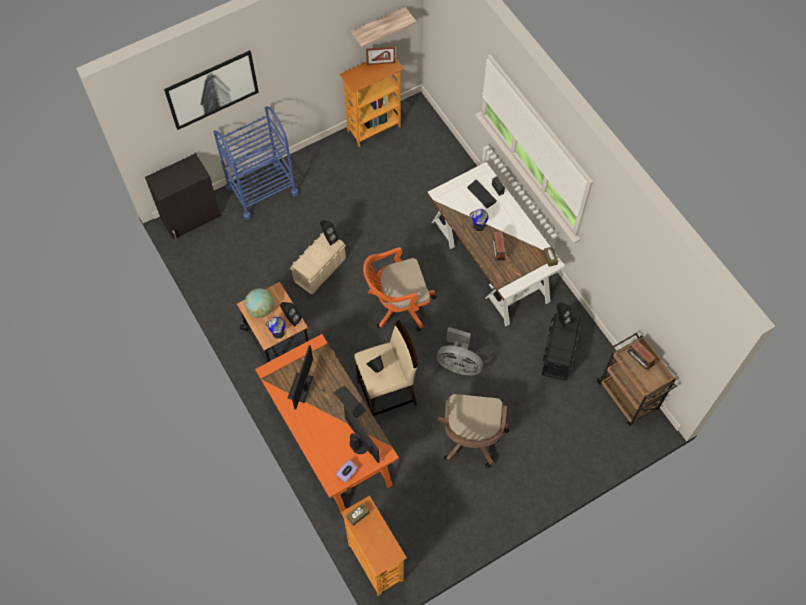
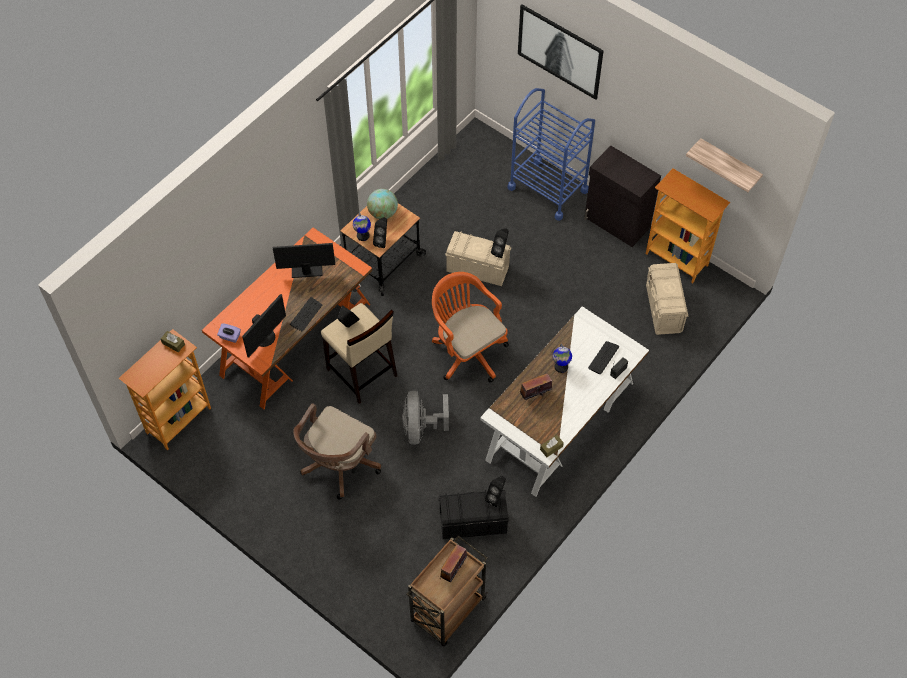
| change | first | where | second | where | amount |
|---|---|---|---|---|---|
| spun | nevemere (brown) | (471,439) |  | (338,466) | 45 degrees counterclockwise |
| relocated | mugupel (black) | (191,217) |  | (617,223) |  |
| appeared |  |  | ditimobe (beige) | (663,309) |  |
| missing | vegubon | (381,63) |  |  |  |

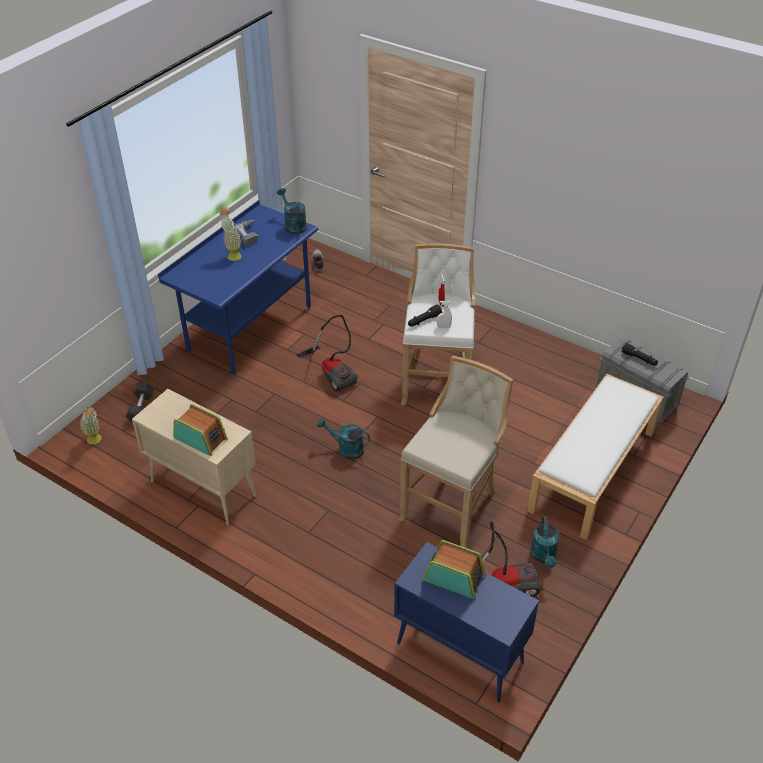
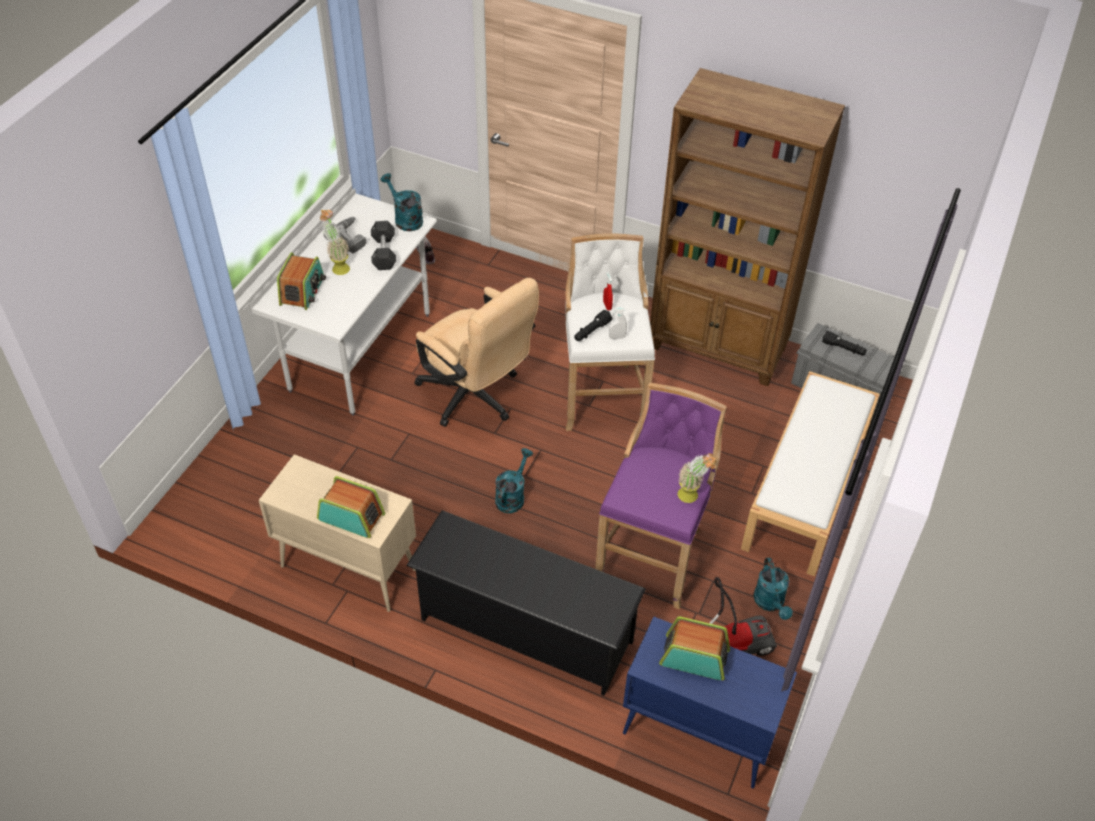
| change | first | where | second | where | amount |
|---|---|---|---|---|---|
| colour | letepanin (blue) | (250,330) | letepanin (white) | (360,352) |  |
| appeared |  |  | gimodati | (302,291) |  |
| relocated | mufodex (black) | (141,408) |  | (384,253) |  |
| appeared |  |  | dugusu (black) | (525,630) |  |
| exchanged | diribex | (333,372) | nevemere (beige) | (476,397) |  |
| spun | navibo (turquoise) | (346,449) |  | (512,496) | 105 degrees clockwise |
| colour | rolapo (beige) | (452,506) | rolapo (purple) | (653,553) |  |
| appeared |  |  | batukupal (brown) | (718,348) |  |
| relocated | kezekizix | (96,441) |  | (692,497) |  |

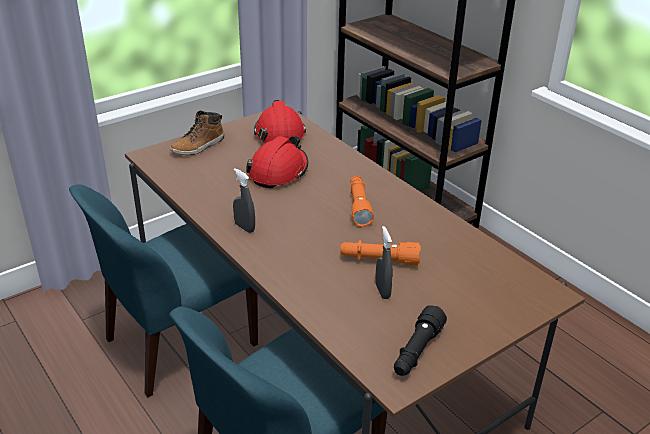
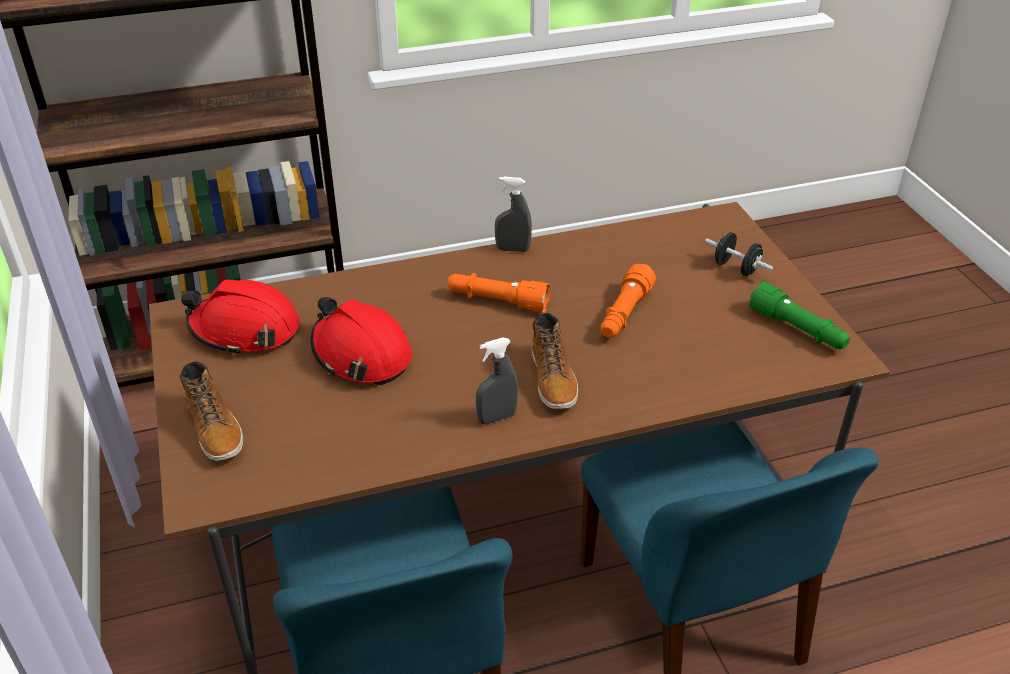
| change | first | where | second | where | amount |
|---|---|---|---|---|---|
| relocated | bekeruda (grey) | (382,291) |  | (513,249) |  |
| appeared |  |  | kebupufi | (553,379) |  |
| appeared |  |  | mufodex (black) | (736,268) |  |
| colour | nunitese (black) | (417,351) | nunitese (green) | (797,330) |  |

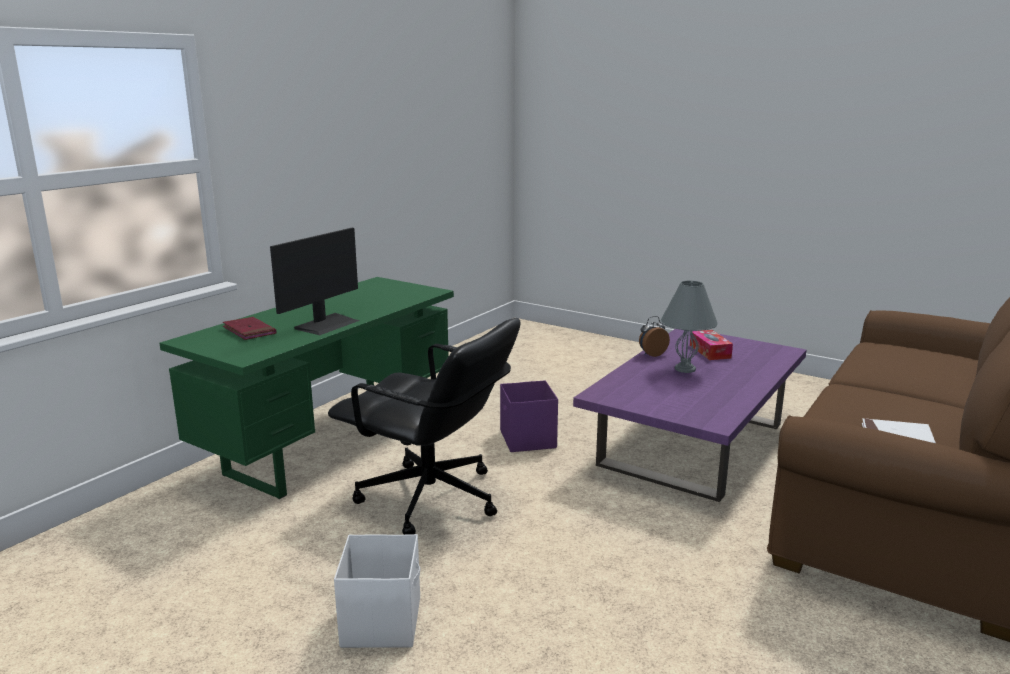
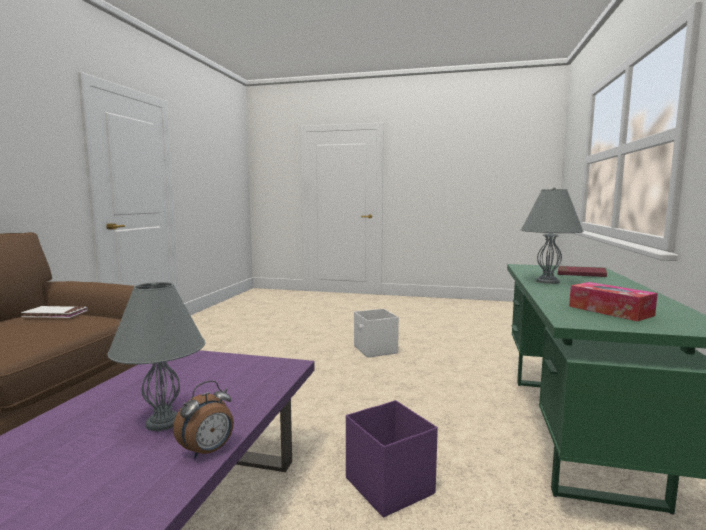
| change | first | where | second | where | amount |
|---|---|---|---|---|---|
| exchanged | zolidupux | (327,324) | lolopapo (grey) | (548,281) |  |
| relocated | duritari | (710,351) |  | (610,311) |  |
| missing | nevemere (black) | (430,499) |  |  |  |

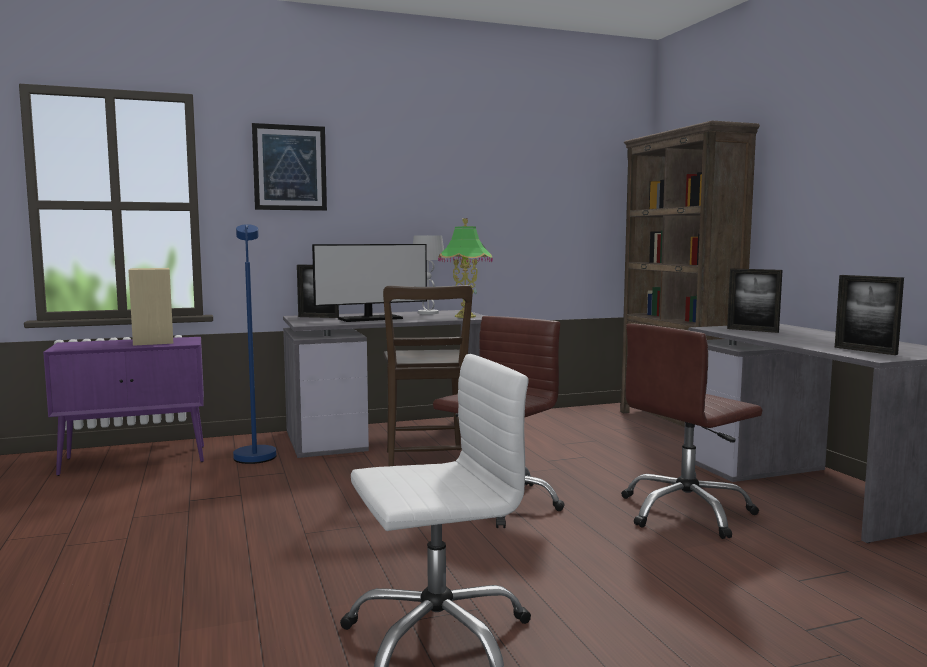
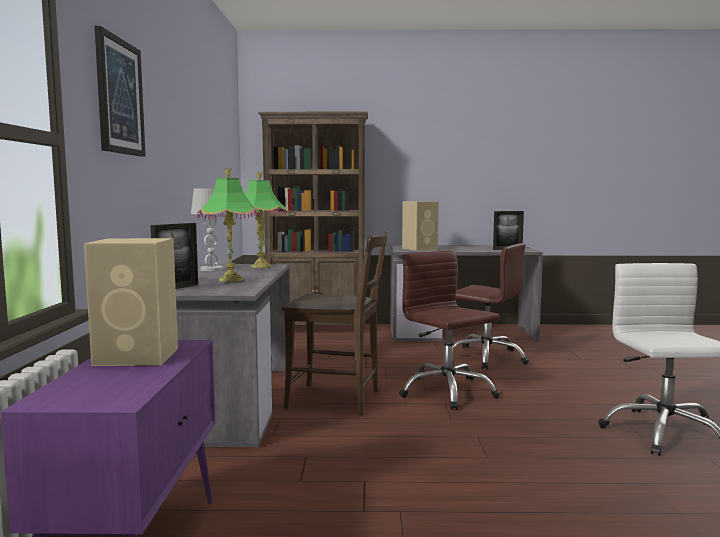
| change | first | where | second | where | amount |
|---|---|---|---|---|---|
| exchanged | zolidupux | (370,319) | lolopapo | (230,280) |  |
| exchanged | vegubon | (752,330) | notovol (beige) | (420,248) |  |
| spun | nevemere (brown) | (686,512) |  | (486,357) | 45 degrees counterclockwise |
| missing | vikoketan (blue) | (255,454) |  |  |  |

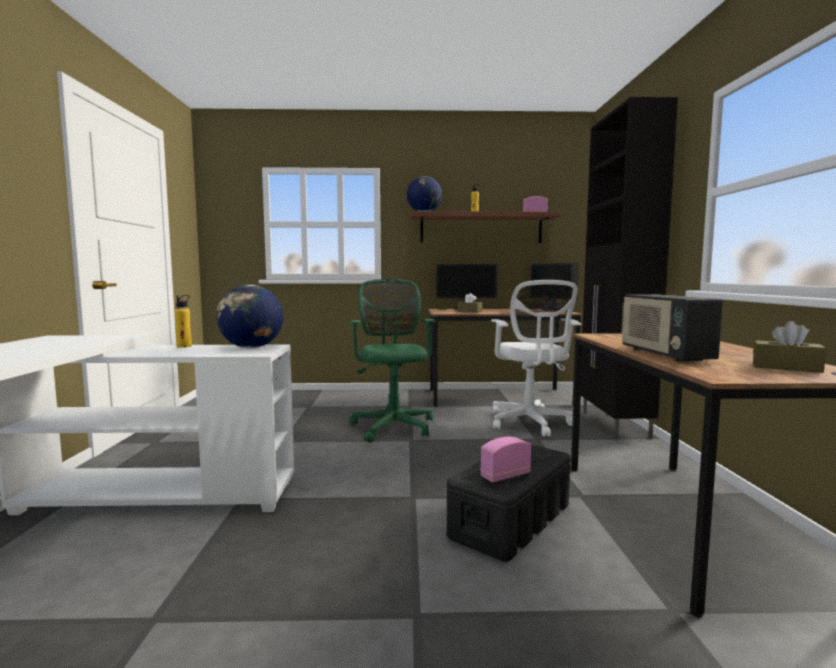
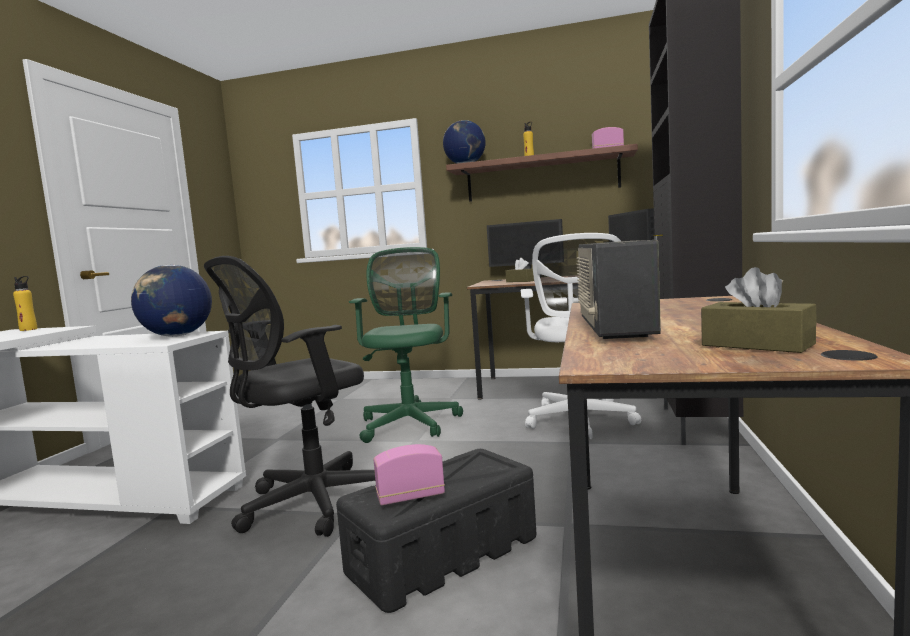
| change | first | where | second | where | amount |
|---|---|---|---|---|---|
| relocated | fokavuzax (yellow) | (184,346) |  | (28,329) |  |
| appeared |  |  | nevemere (black) | (310,504) |  |

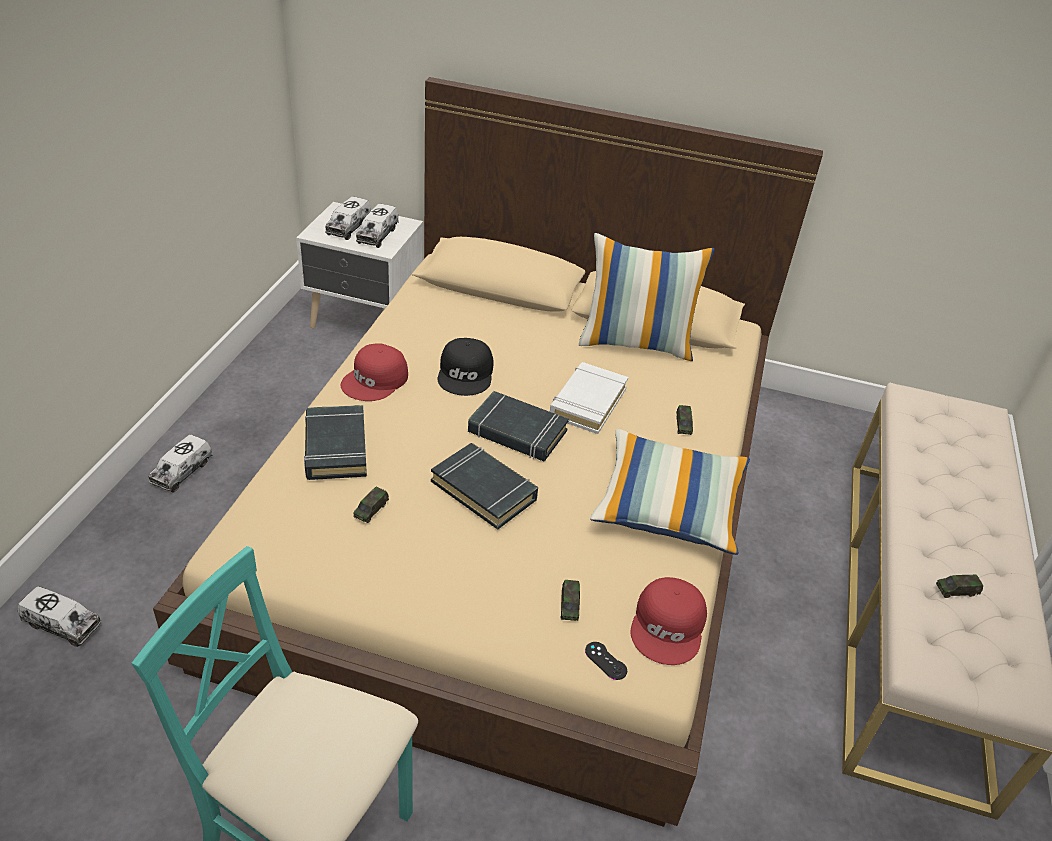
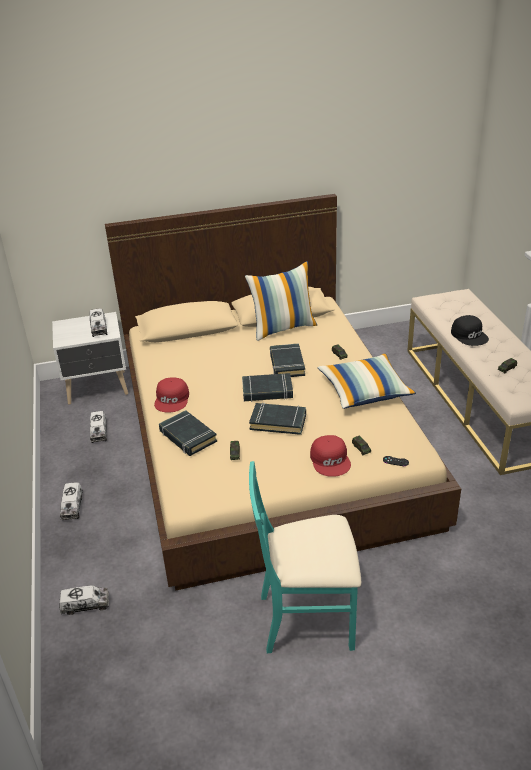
| change | first | where | second | where | amount |
|---|---|---|---|---|---|
| relocated | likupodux | (349,227) |  | (99,432) |  |
| colour | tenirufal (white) | (587,402) | tenirufal (black) | (287,364) |  |
| relocated | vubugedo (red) | (669,627) |  | (331,460) |  |
| relocated | vubugedo (black) | (466,374) |  | (469,335) |  |

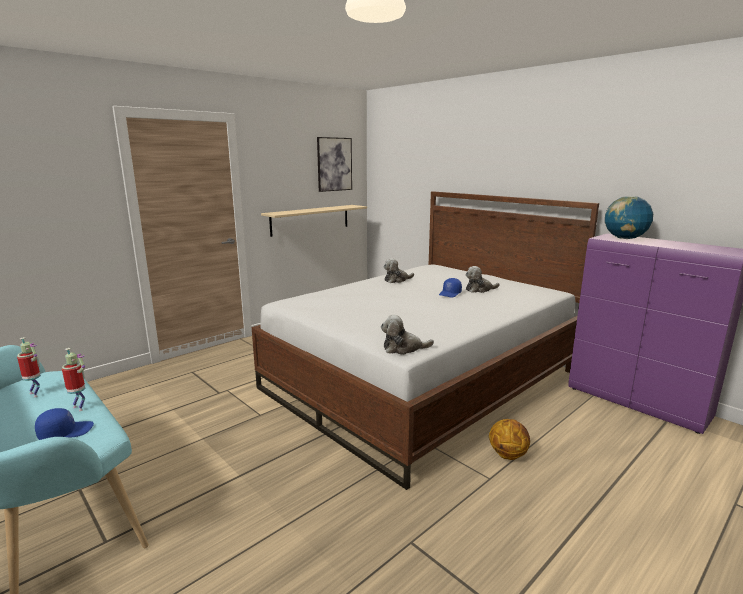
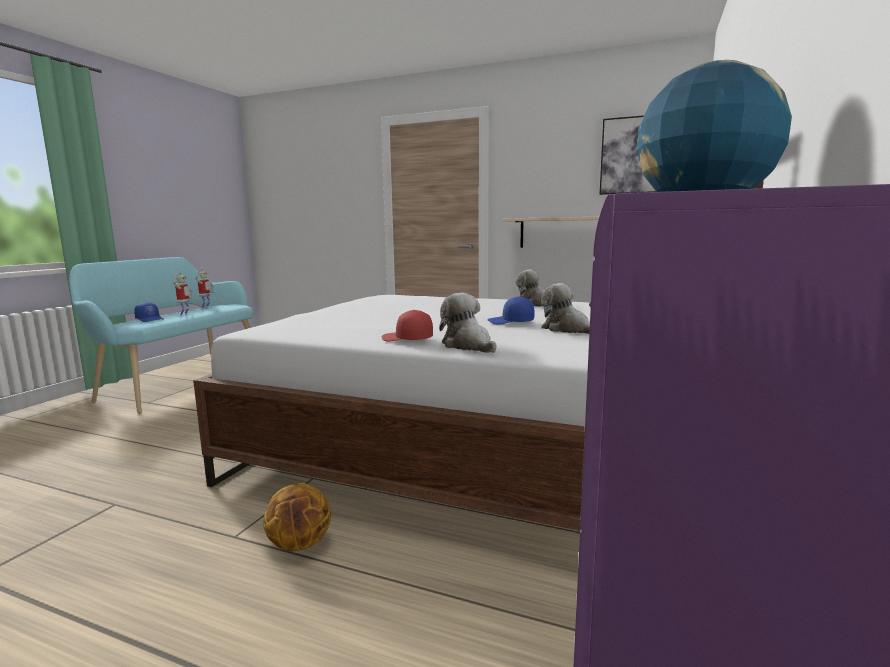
| change | first | where | second | where | amount |
|---|---|---|---|---|---|
| appeared |  |  | vubugedo (red) | (407,339) |  |
| relocated | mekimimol | (403,348) |  | (468,346) |  |

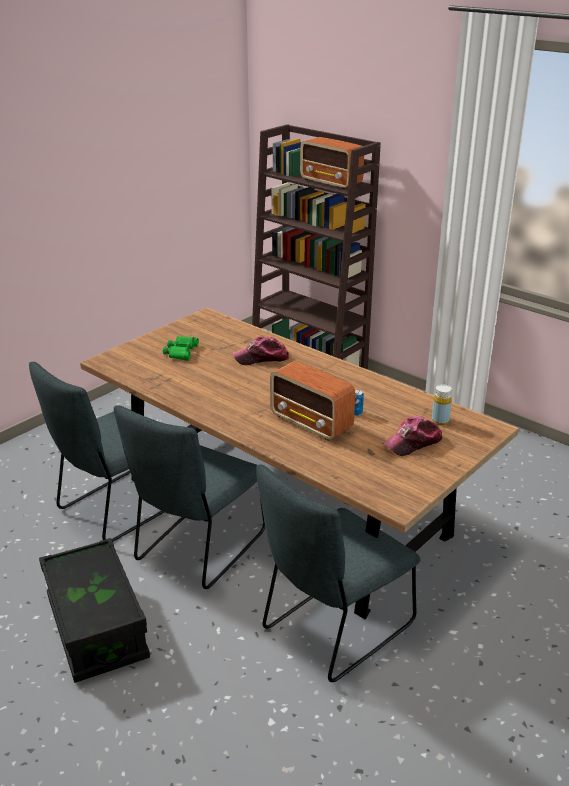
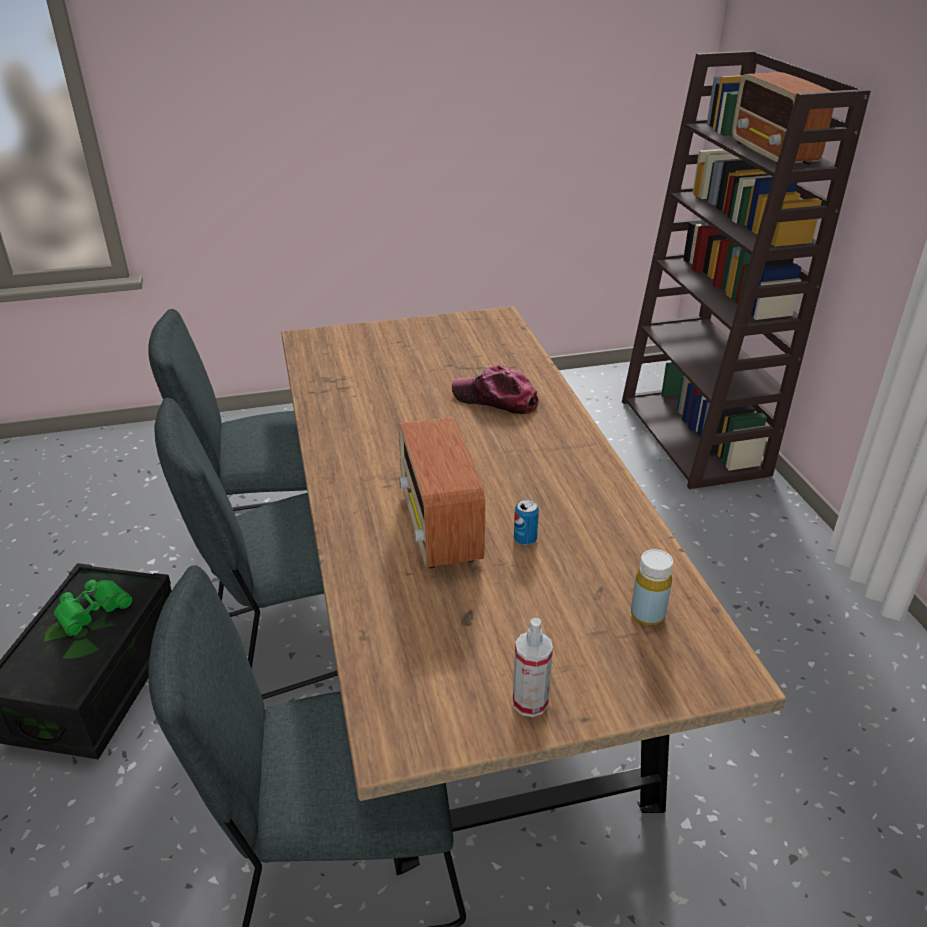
| change | first | where | second | where | amount |
|---|---|---|---|---|---|
| relocated | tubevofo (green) | (181,352) |  | (92,610) |  |
| appeared |  |  | bekeruda | (530,702) |  |
| missing | vubugedo | (413,442) |  |  |  |

